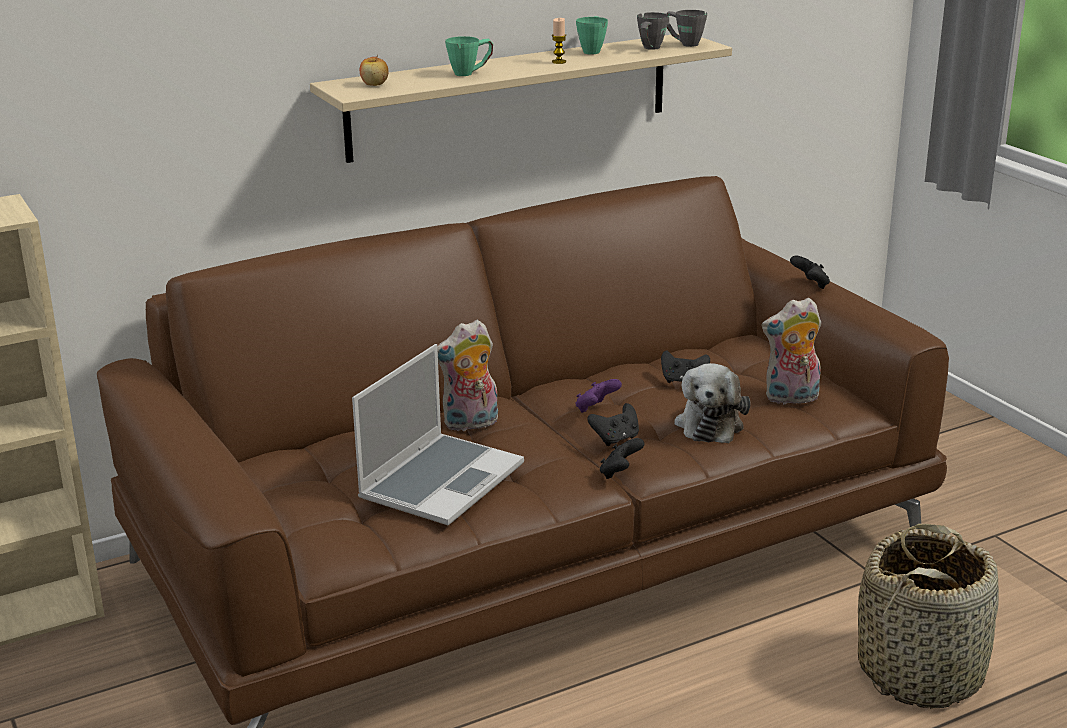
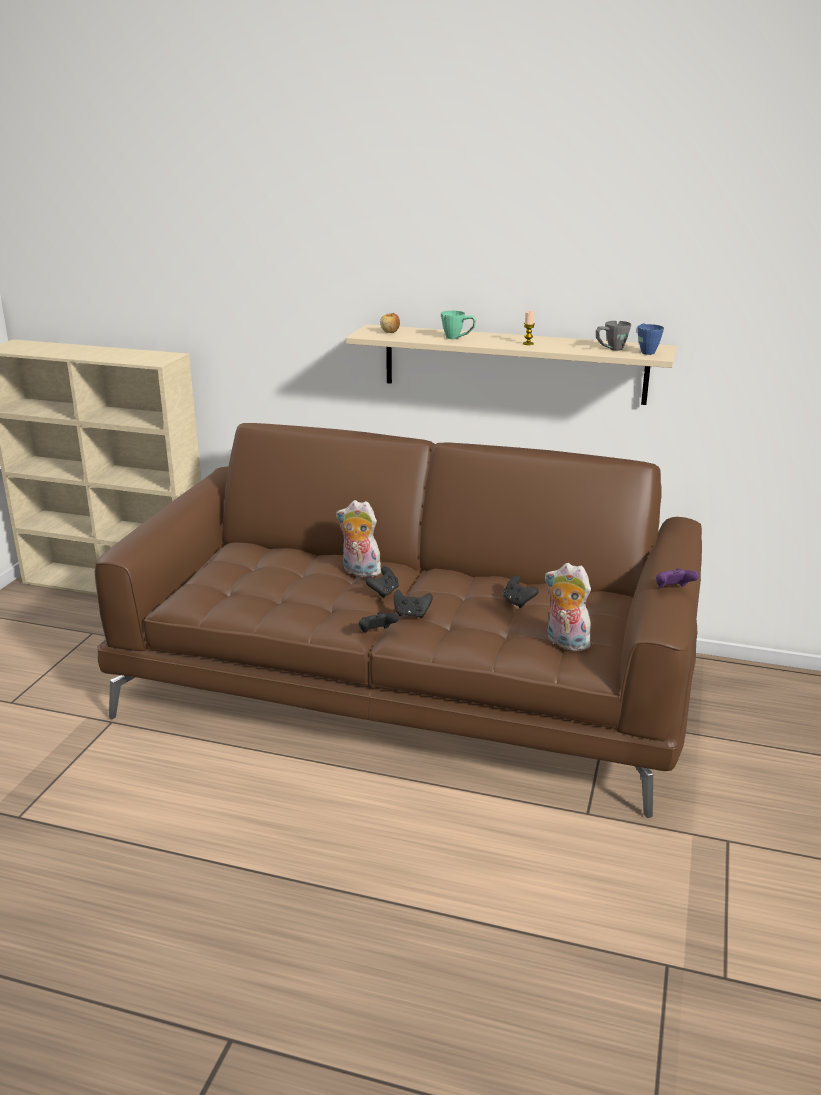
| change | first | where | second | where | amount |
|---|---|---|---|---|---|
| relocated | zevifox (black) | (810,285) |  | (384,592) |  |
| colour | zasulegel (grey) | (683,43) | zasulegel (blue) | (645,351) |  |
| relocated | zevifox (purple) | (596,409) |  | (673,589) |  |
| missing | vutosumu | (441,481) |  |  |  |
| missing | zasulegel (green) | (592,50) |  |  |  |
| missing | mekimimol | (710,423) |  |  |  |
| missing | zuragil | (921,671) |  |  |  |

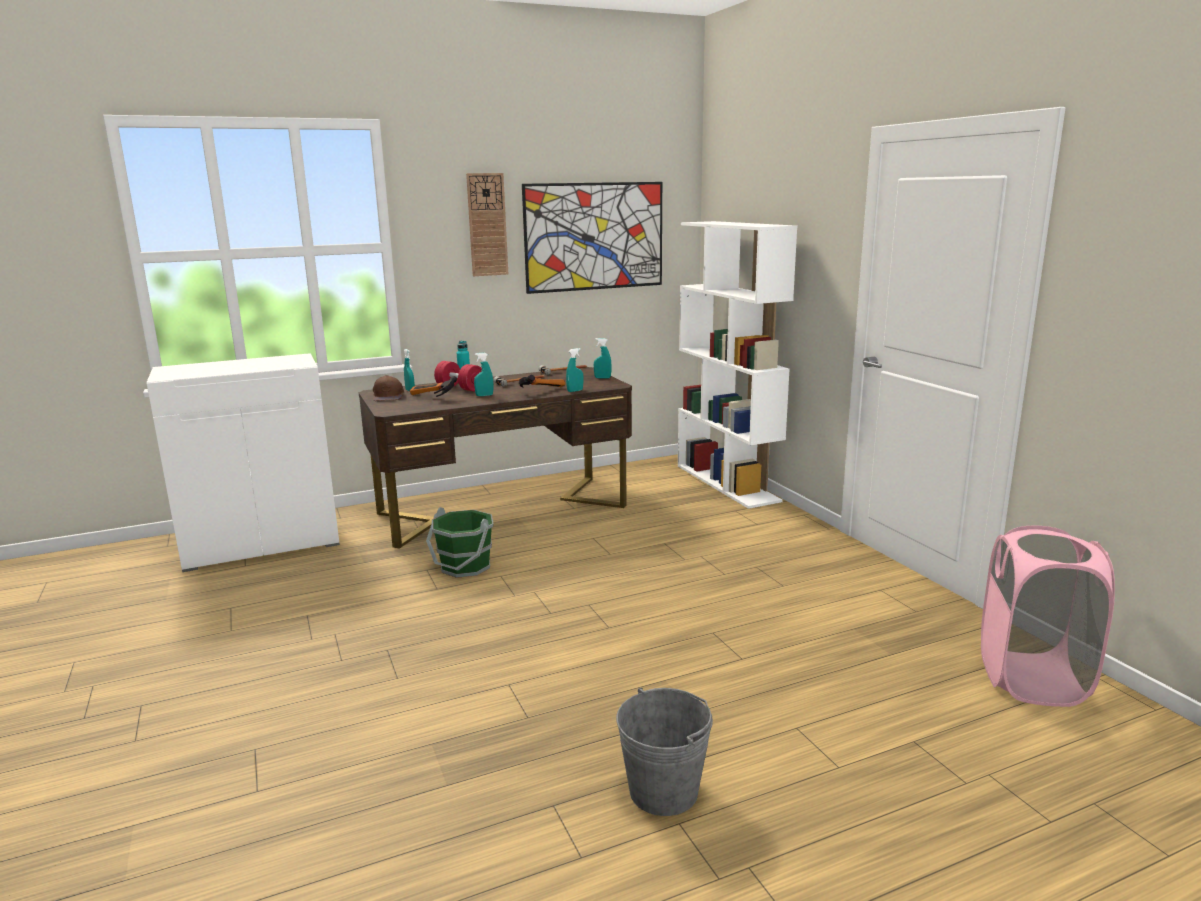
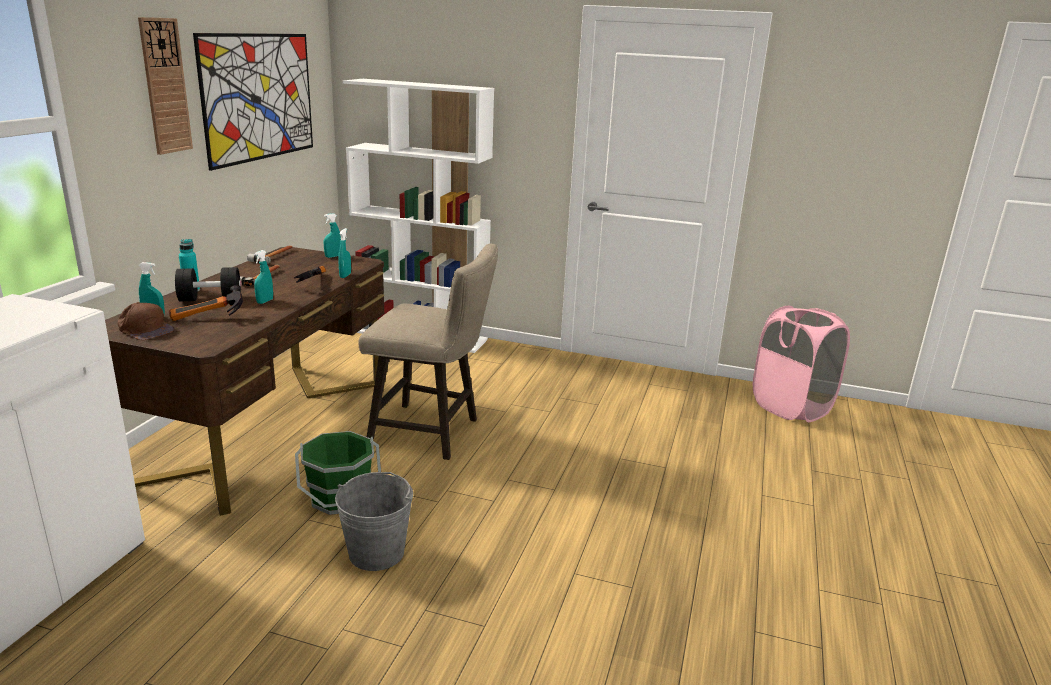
| change | first | where | second | where | amount |
|---|---|---|---|---|---|
| colour | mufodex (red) | (460,388) | mufodex (black) | (210,299) |  |
| relocated | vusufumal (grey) | (663,791) |  | (376,552) |  |
| appeared |  |  | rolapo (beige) | (432,433) |  |

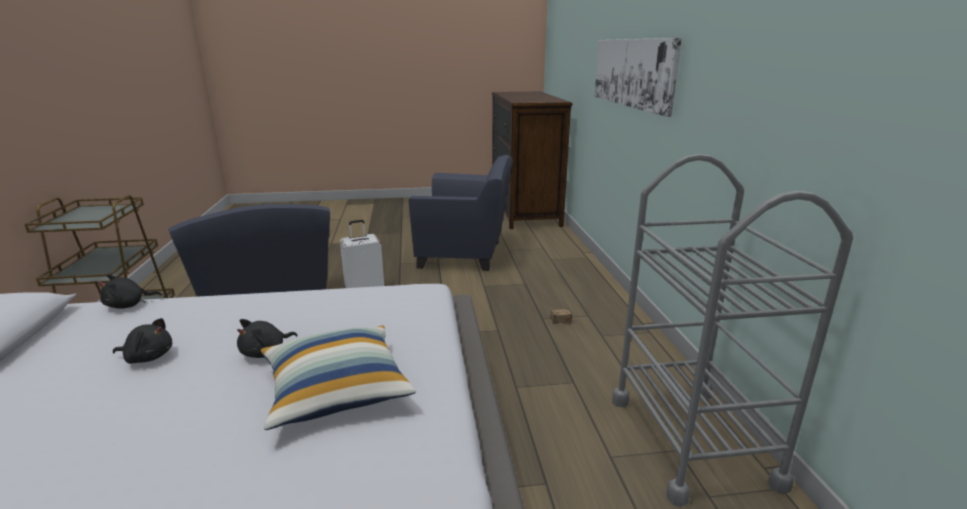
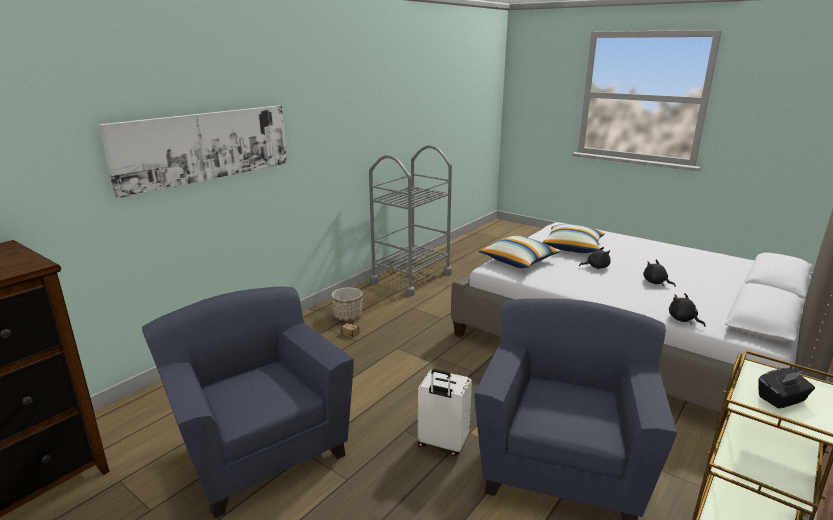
| change | first | where | second | where | amount |
|---|---|---|---|---|---|
| appeared |  |  | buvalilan | (348,316) |  |
| appeared |  |  | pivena | (518,261) |  |
| spun | mekimimol (black) | (128,305) |  | (683,320) | 135 degrees counterclockwise |
| appeared |  |  | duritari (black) | (782,399) |  |

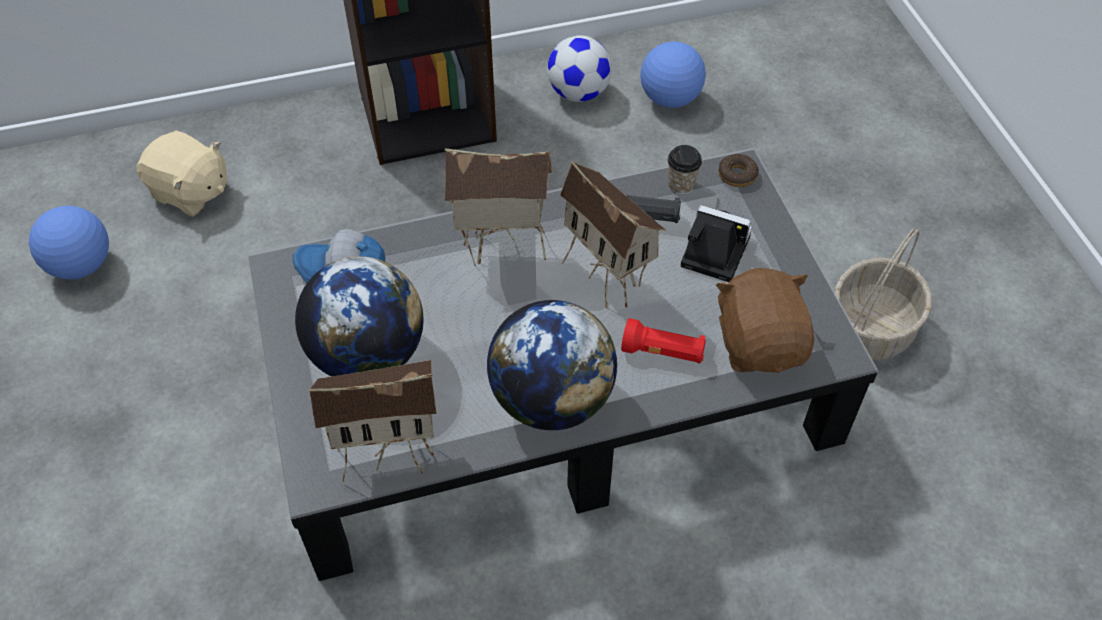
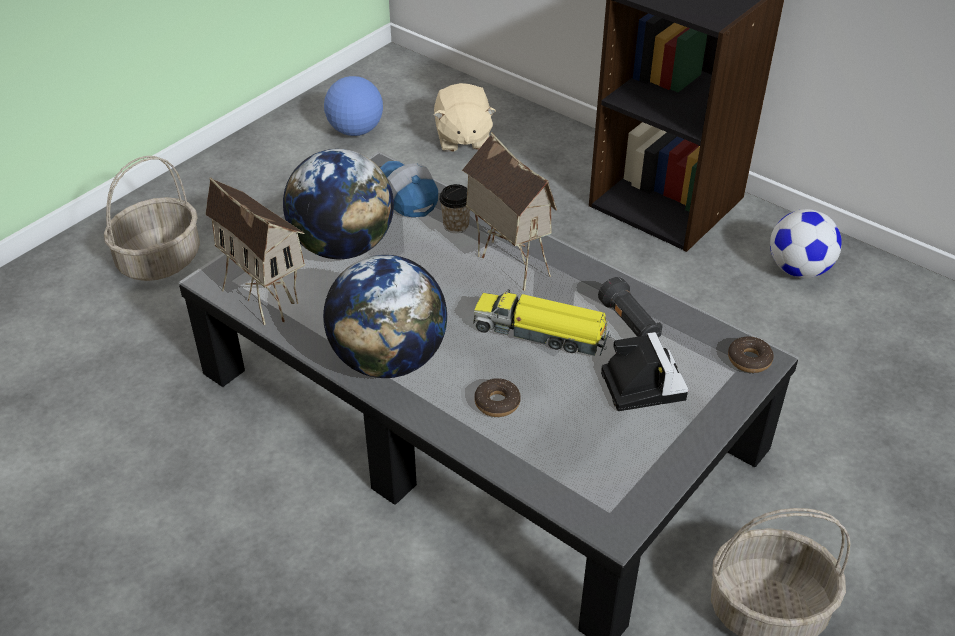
| change | first | where | second | where | amount |
|---|---|---|---|---|---|
| appeared |  |  | zuragil | (160,259) |  |
| relocated | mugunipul | (681,185) |  | (456,225) |  |
| exchanged | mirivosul | (607,278) | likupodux | (541,333) |  |
| exchanged | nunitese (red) | (663,352) | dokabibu | (497,403) |  |
| missing | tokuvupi | (670,99) |  |  |  |
| missing | mekimimol (brown) | (760,343) |  |  |  |

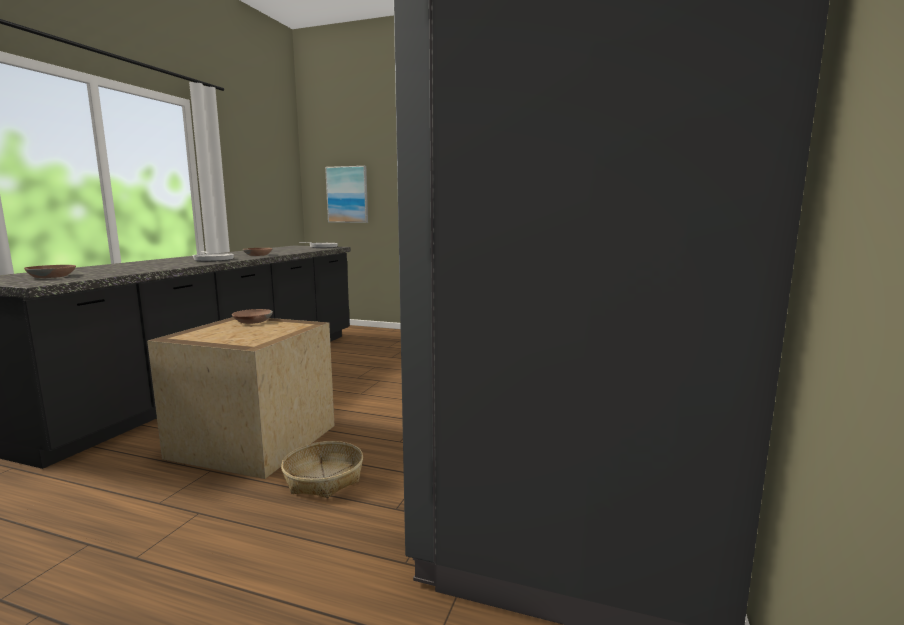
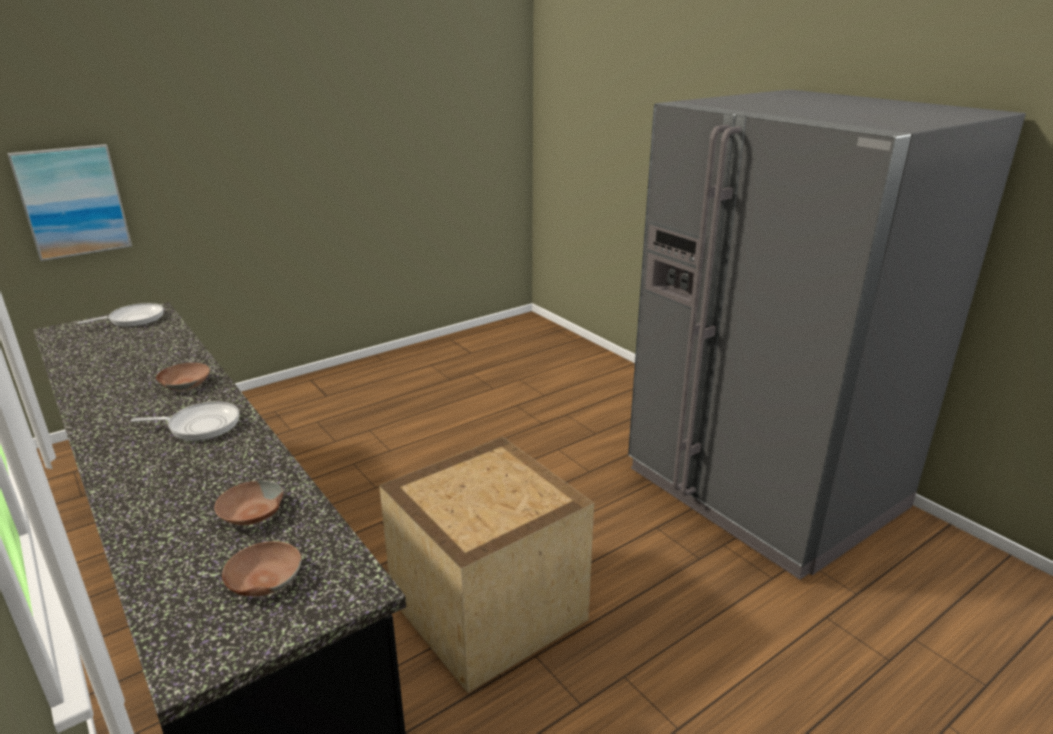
| change | first | where | second | where | amount |
|---|---|---|---|---|---|
| relocated | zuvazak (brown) | (252,321) |  | (251,513) |  |
| missing | zuragil | (323,478) |  |  |  |

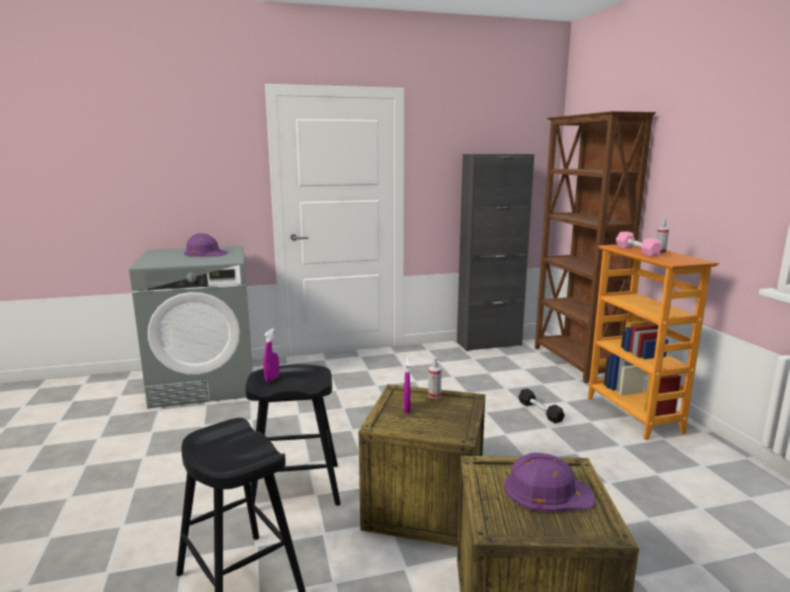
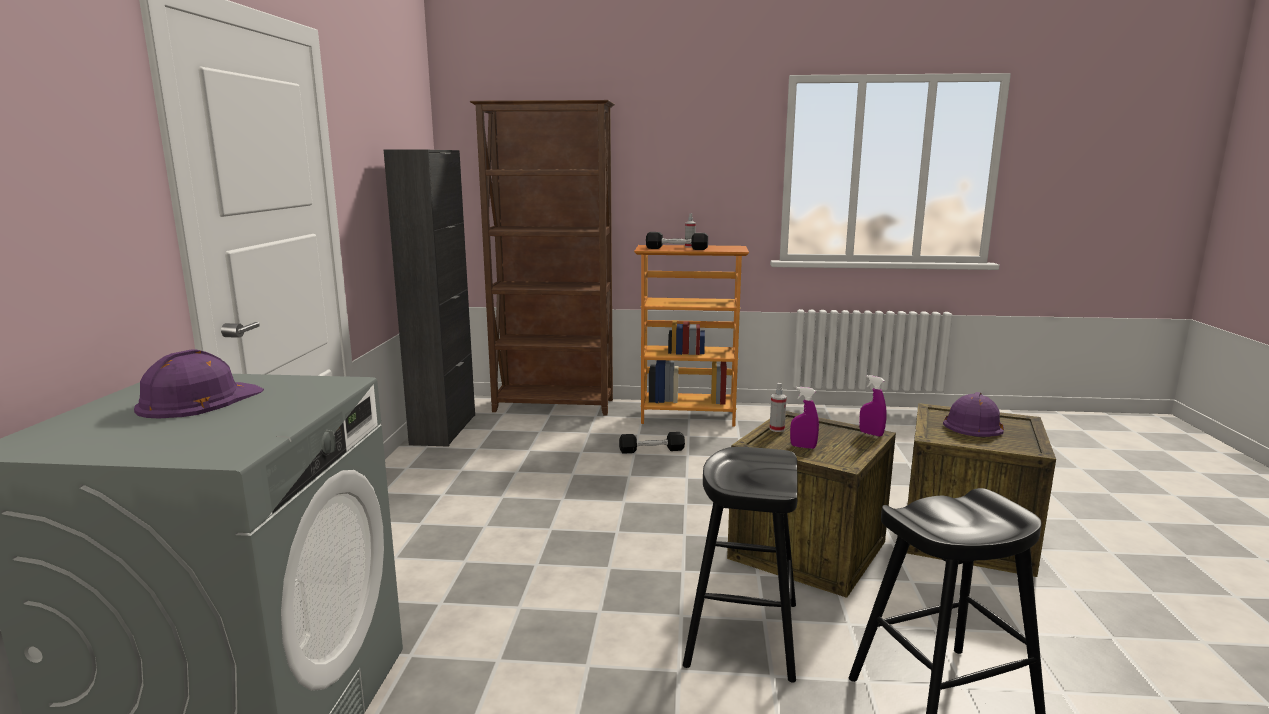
| change | first | where | second | where | amount |
|---|---|---|---|---|---|
| colour | mufodex (pink) | (637,251) | mufodex (black) | (676,248) |  |
| relocated | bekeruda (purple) | (272,378) |  | (871,434) |  |

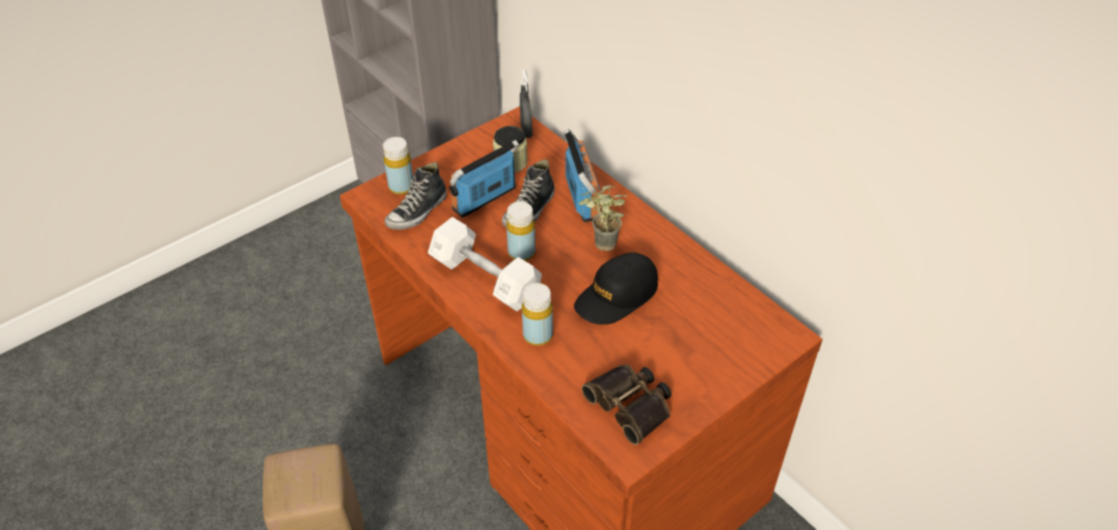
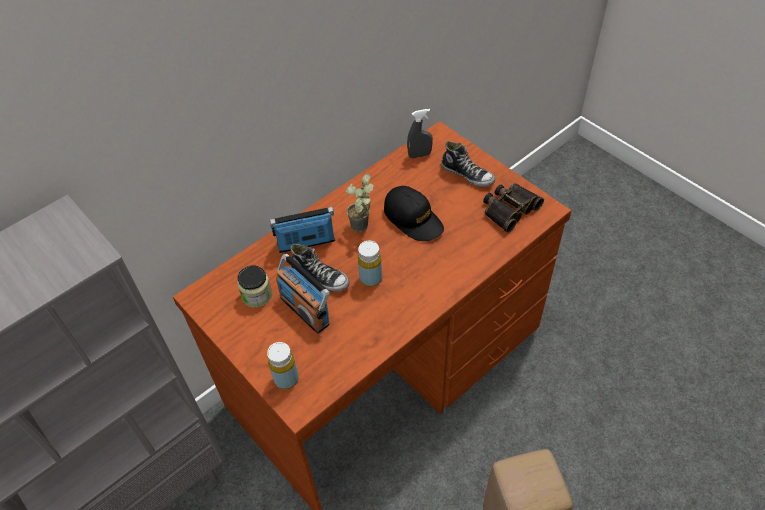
| change | first | where | second | where | amount |
|---|---|---|---|---|---|
| relocated | bekeruda (grey) | (526,131) |  | (419,155) |  |
| relocated | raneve | (417,212) |  | (467,174) |  |
| missing | mufodex (white) | (485,278) |  |  |  |
| missing | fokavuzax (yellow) | (537,335) |  |  |  |

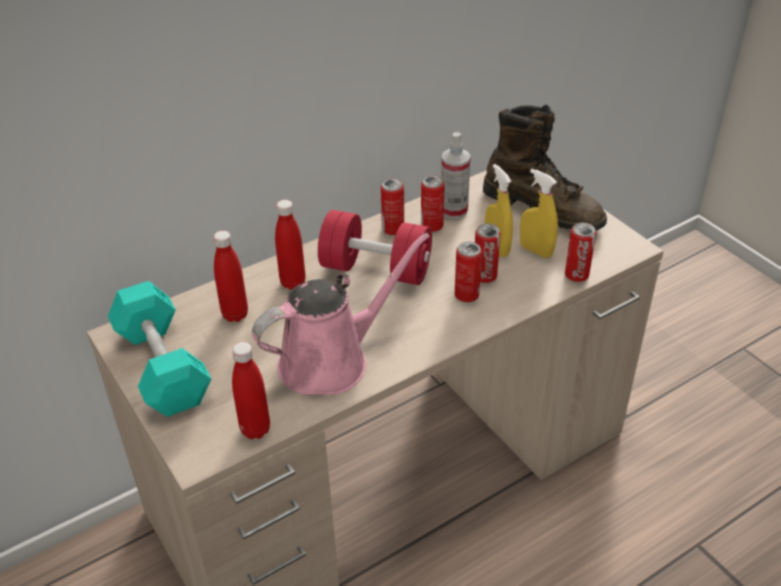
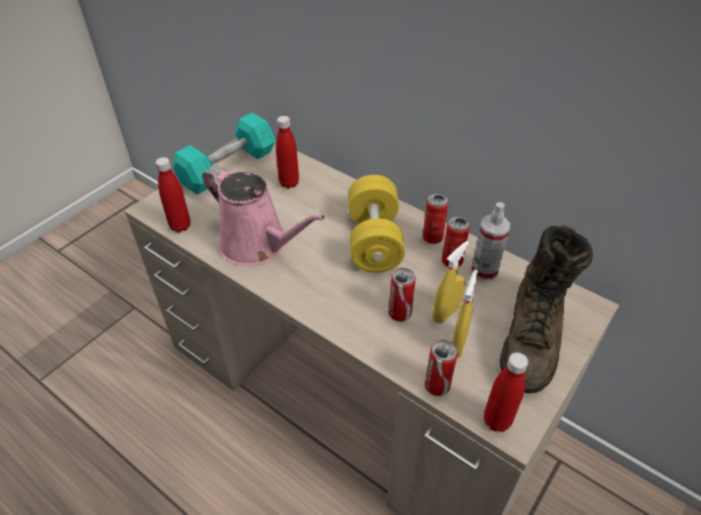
| change | first | where | second | where | amount |
|---|---|---|---|---|---|
| colour | mufodex (red) | (376,269) | mufodex (yellow) | (374,241) |  |
| relocated | fokavuzax (red) | (293,282) |  | (497,421) |  |
| missing | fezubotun | (466,295) |  |  |  |

